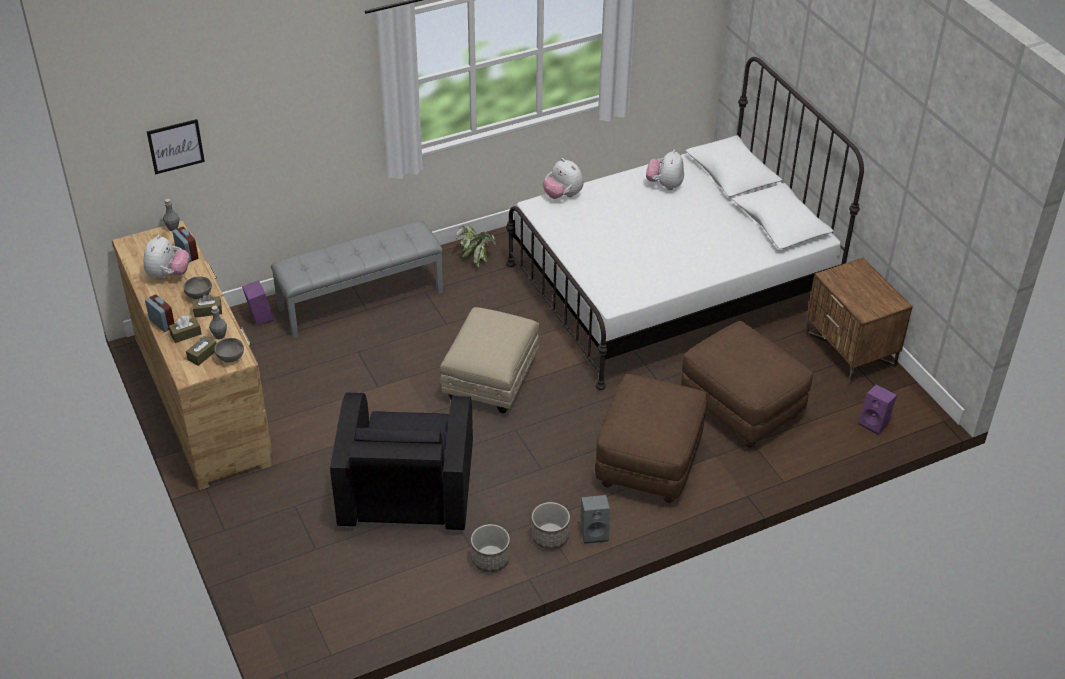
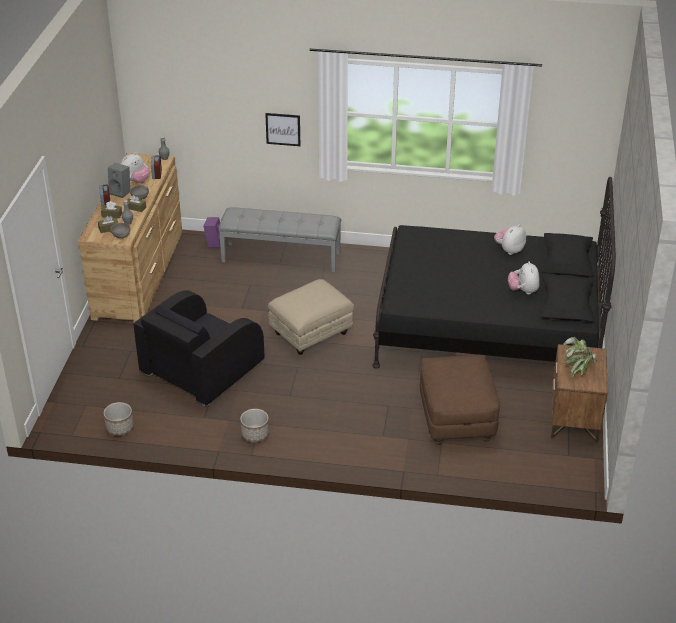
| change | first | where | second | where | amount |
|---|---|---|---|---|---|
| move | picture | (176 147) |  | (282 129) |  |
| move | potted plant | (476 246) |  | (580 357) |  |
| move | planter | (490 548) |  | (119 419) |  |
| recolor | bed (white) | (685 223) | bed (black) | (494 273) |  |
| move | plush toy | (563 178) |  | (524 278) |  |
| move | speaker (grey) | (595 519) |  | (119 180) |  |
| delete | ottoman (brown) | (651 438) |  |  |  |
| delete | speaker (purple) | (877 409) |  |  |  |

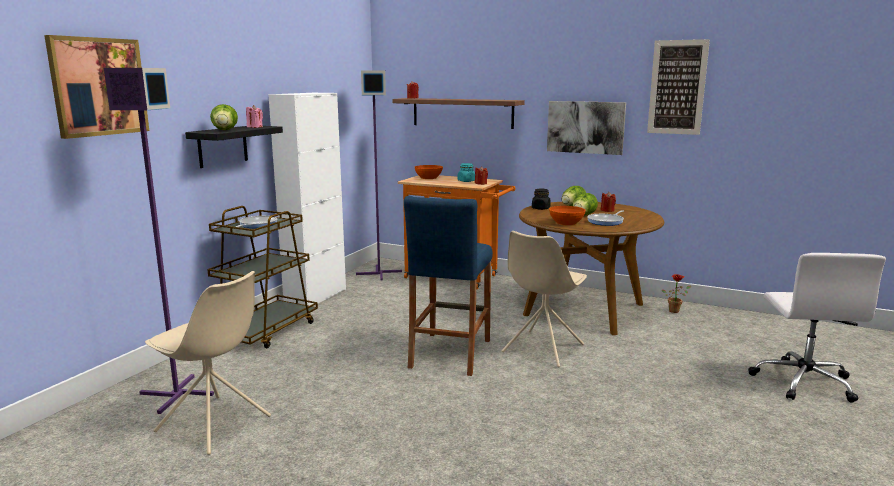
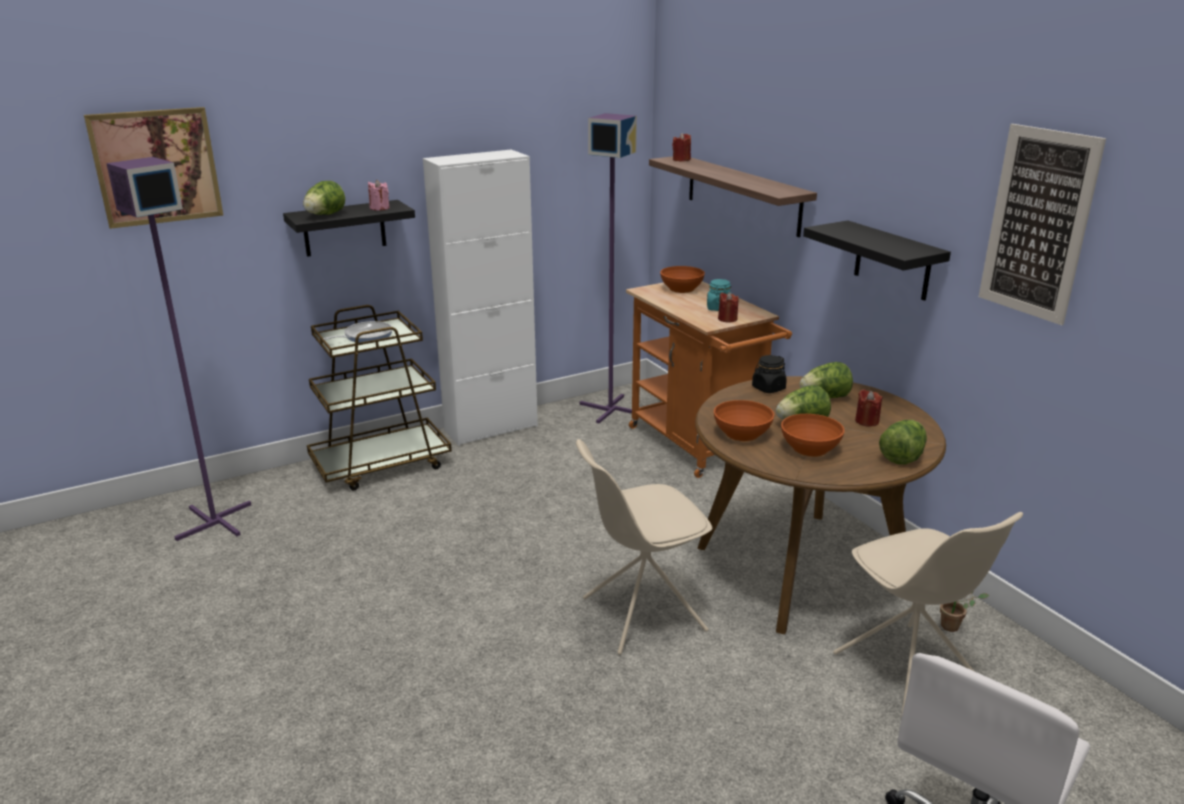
| change | first | where | second | where | amount |
|---|---|---|---|---|---|
| move | chair (beige) | (208 363) |  | (928 614) |  |
| delete | stool (blue) | (448 286) |  |  |  |
| replace | picture | (586 128) | shelf (black) | (877 260) |  |
| replace | frying pan | (605 218) | bowl (orange) | (812 435) |  |
| insert |  |  | lettuce | (903 442) |  |

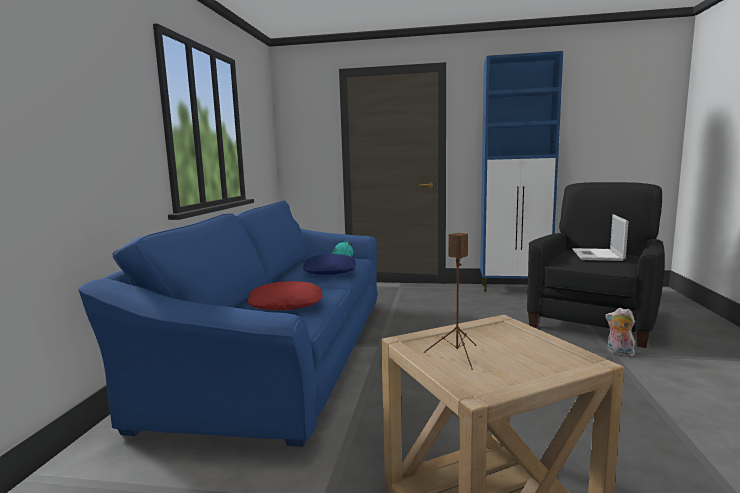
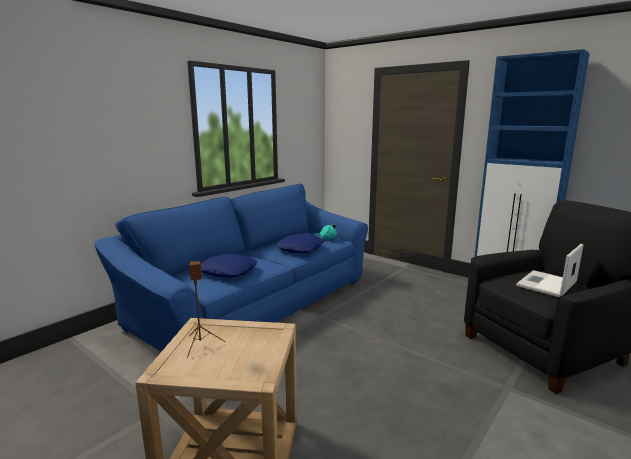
| change | first | where | second | where | amount |
|---|---|---|---|---|---|
| recolor | pillow (red) | (285 295) | pillow (blue) | (229 265) |  |
| delete | plush toy | (620 332) |  |  |  |

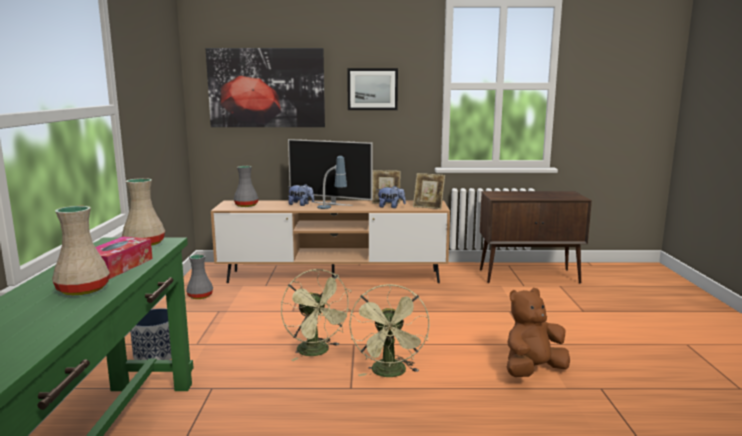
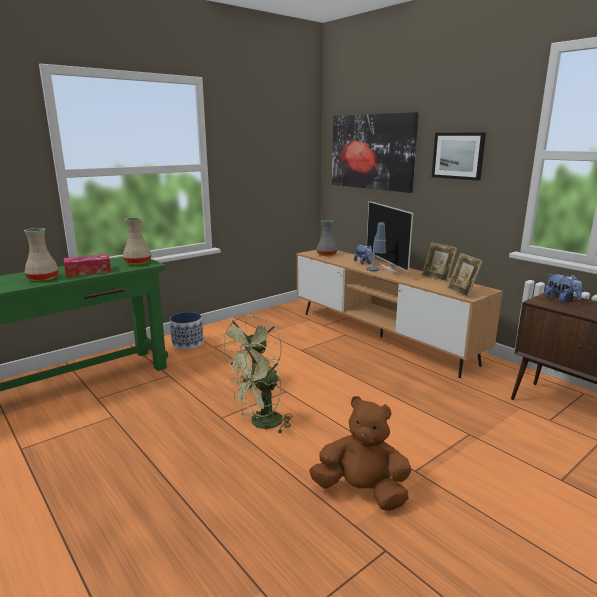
| change | first | where | second | where | amount |
|---|---|---|---|---|---|
| delete | vase (grey) | (199 276) |  |  |  |
| move | plush toy | (391 197) |  | (563 288) |  |

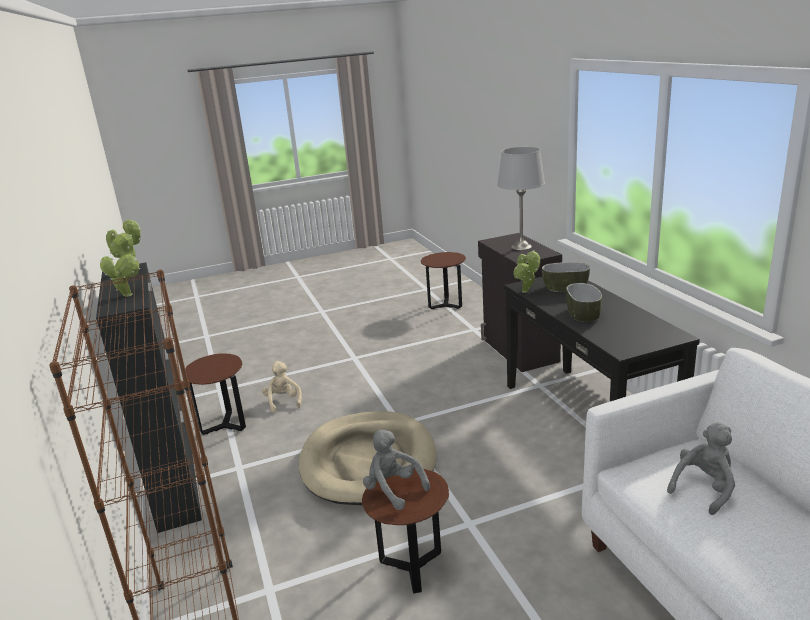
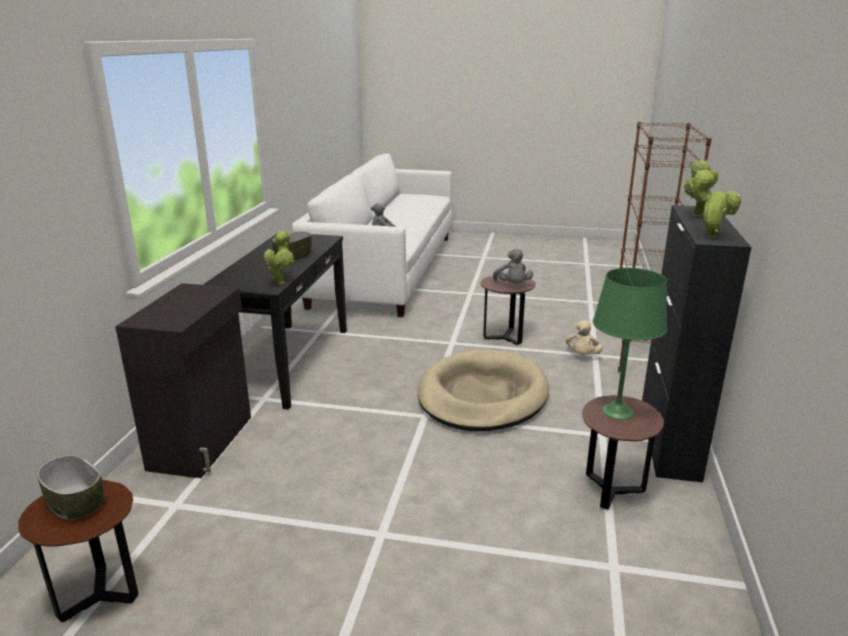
| change | first | where | second | where | amount |
|---|---|---|---|---|---|
| move | plush toy (beige) | (282 387) |  | (584 338) |  |
| delete | table lamp (grey) | (521 198) |  |  |  |
| move | bowl | (566 277) |  | (70 487) |  |
| insert |  |  | table lamp (green) | (630 344) |  |

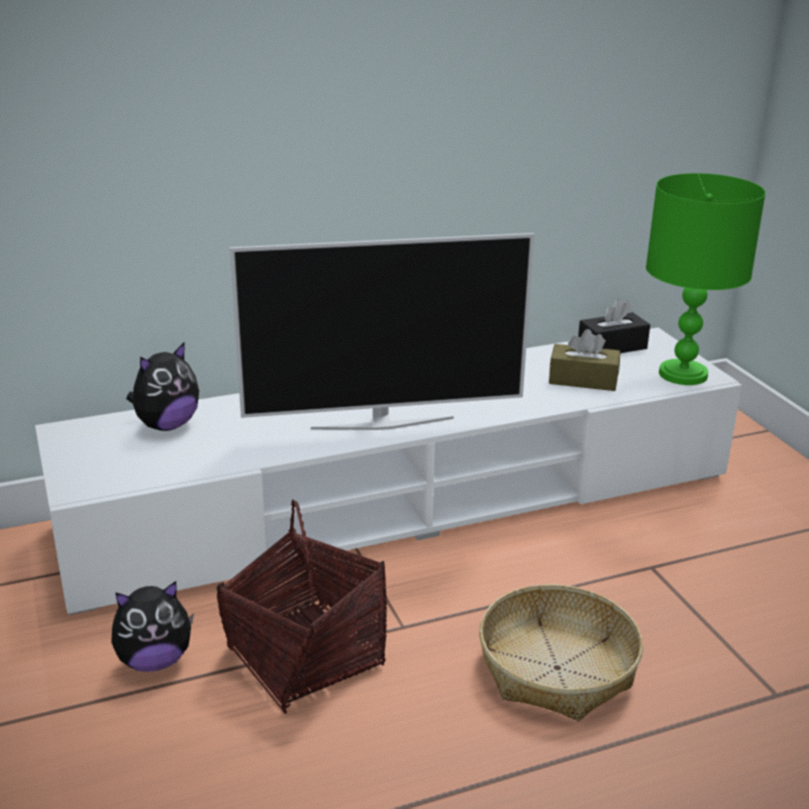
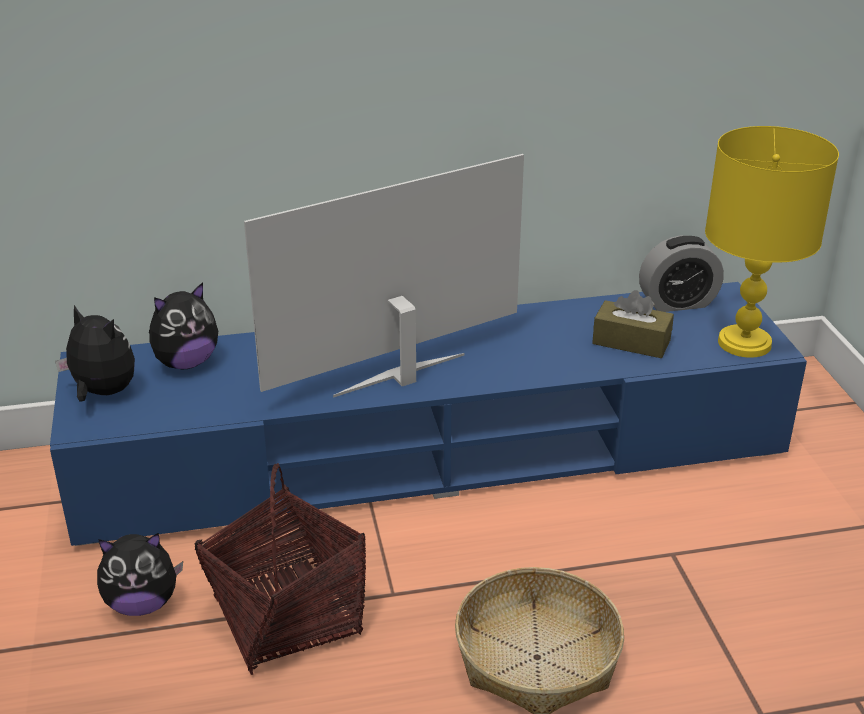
| change | first | where | second | where | amount |
|---|---|---|---|---|---|
| recolor | tv stand (white) | (388 471) | tv stand (blue) | (428 414) |  |
| rotate | television | (382 331) |  | (384 276) | 150 degrees clockwise |
| replace | tissue box (black) | (614 325) | alarm clock | (681 273) |  |
| recolor | table lamp (green) | (706 279) | table lamp (yellow) | (772 242) |  |
| insert |  |  | plush toy | (95 353) |  |

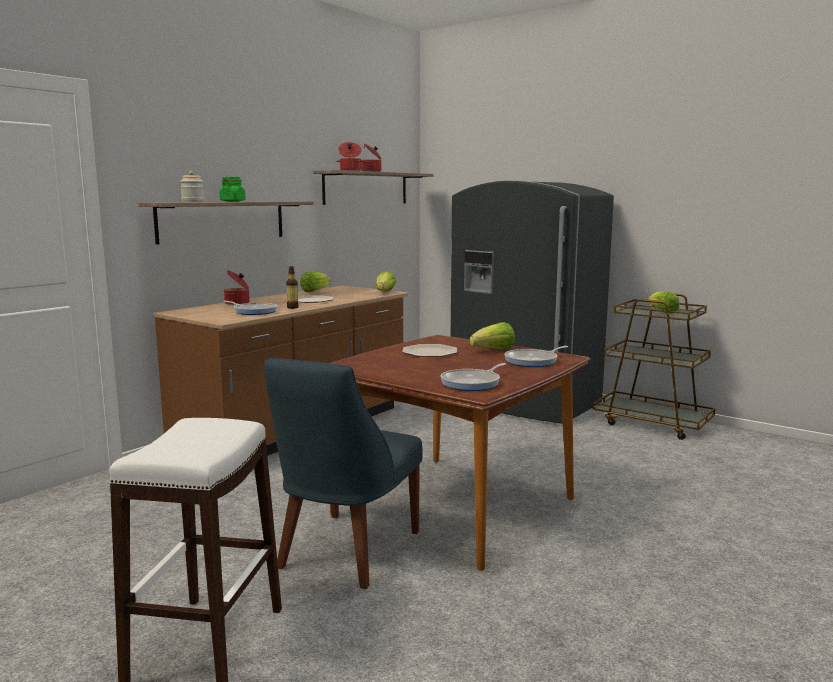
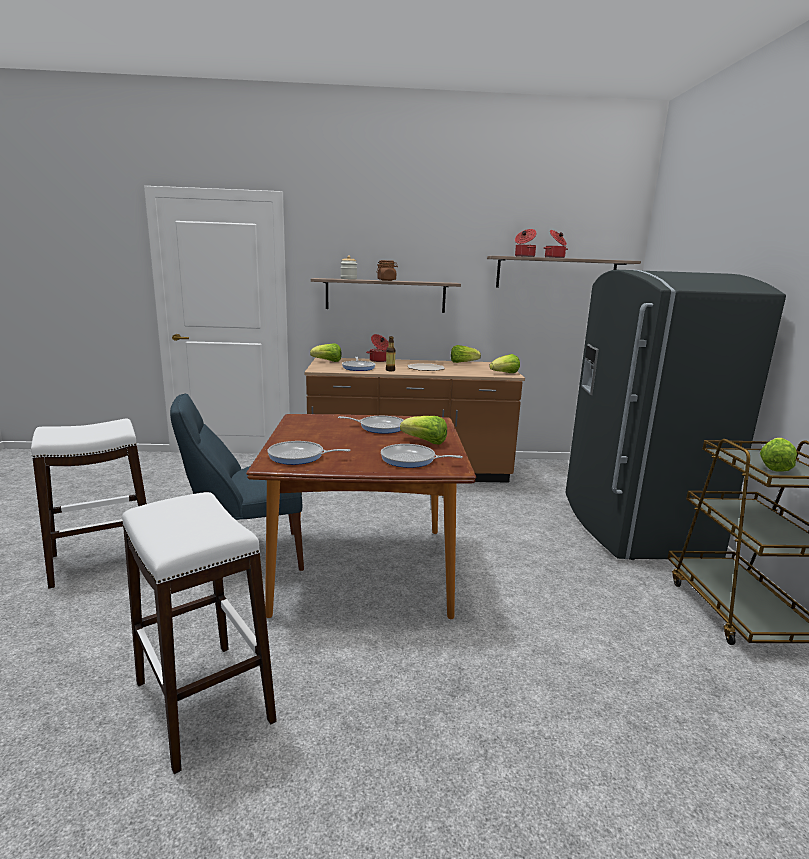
| change | first | where | second | where | amount |
|---|---|---|---|---|---|
| recolor | jar (green) | (232 189) | jar (brown) | (387 270) |  |
| replace | plate | (429 350) | frying pan | (371 425) |  |
| insert |  |  | stool (white) | (199 633) |  |
| insert |  |  | lettuce | (325 353) |  |

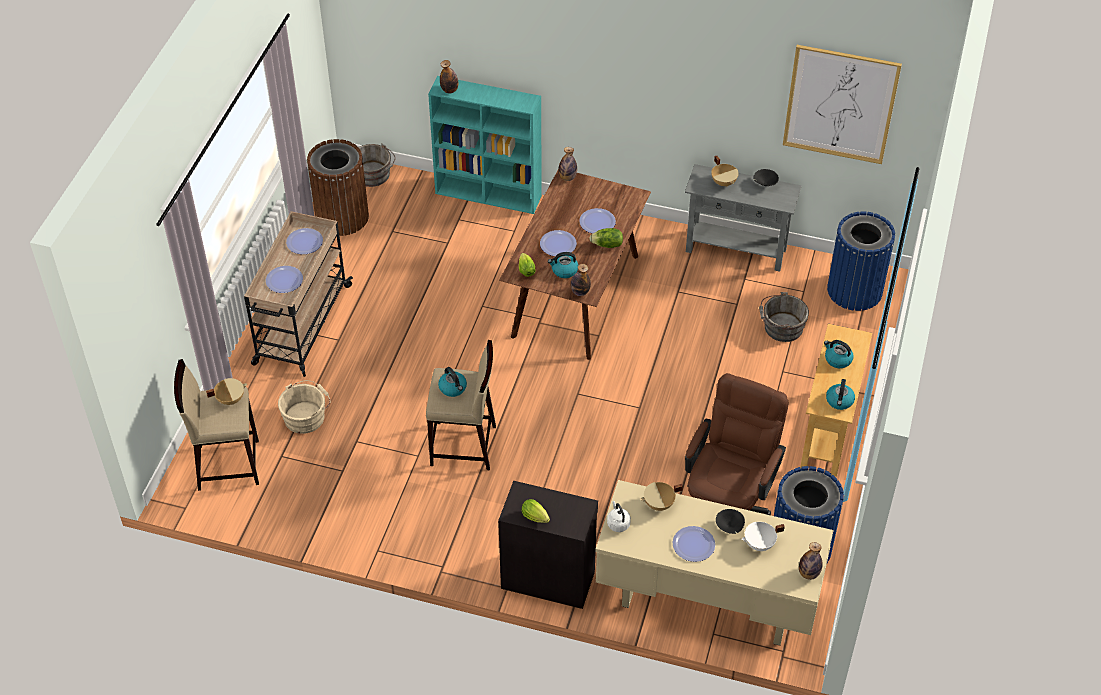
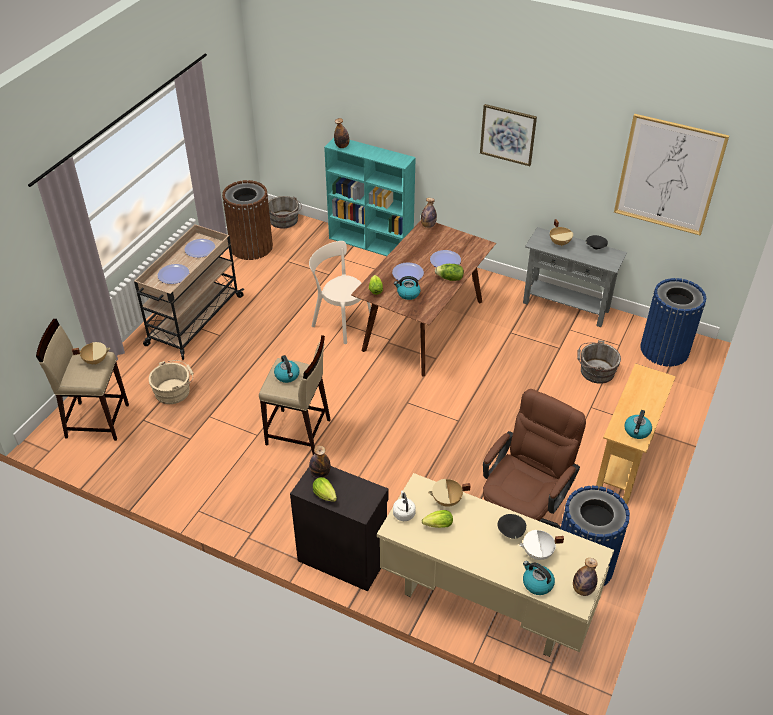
| change | first | where | second | where | amount |
|---|---|---|---|---|---|
| move | bottle | (581 280) |  | (319 461) |  |
| delete | plate | (693 544) |  |  |  |
| move | kettle | (839 354) |  | (539 578) |  |
| insert |  |  | chair (beige) | (340 292) |  |
| insert |  |  | lettuce | (437 519) |  |
| insert |  |  | picture | (508 135) |  |

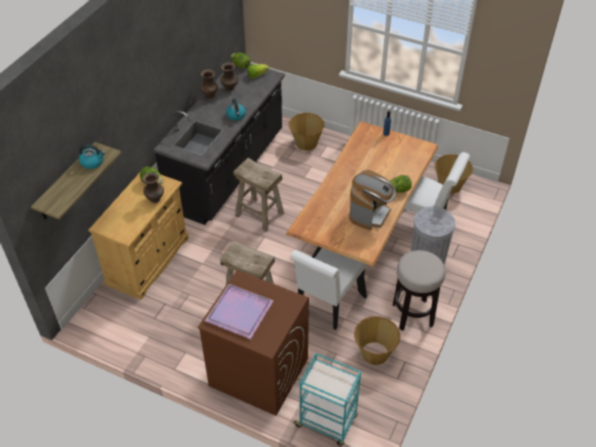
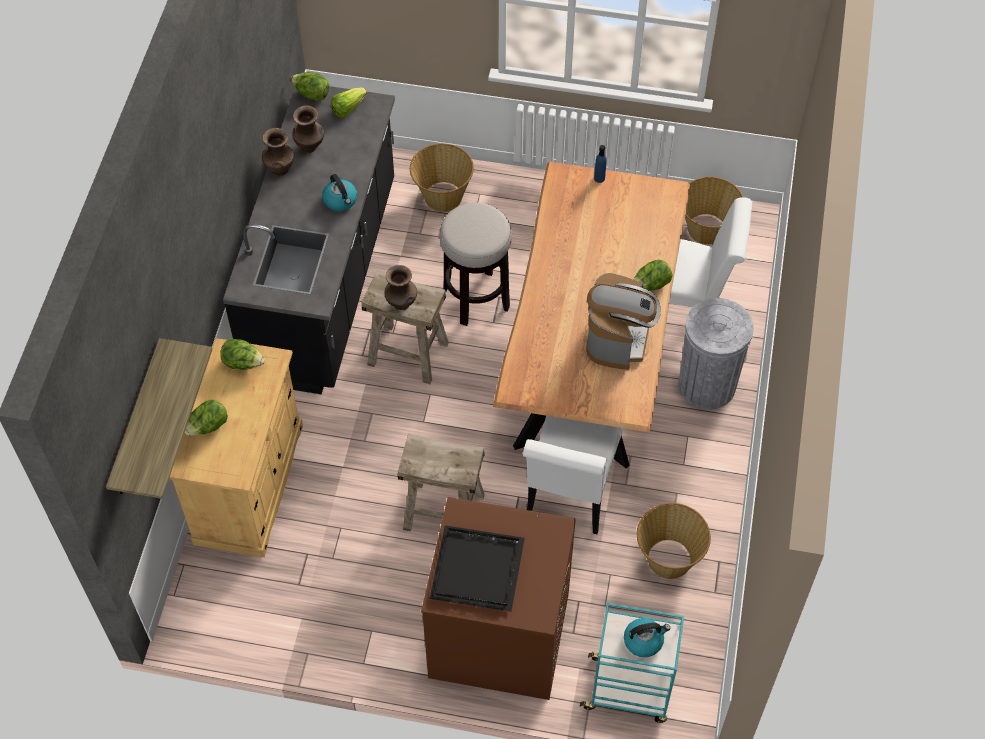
| change | first | where | second | where | amount |
|---|---|---|---|---|---|
| move | kettle | (92 156) |  | (647 637) |  |
| move | vase (brown) | (153 187) |  | (401 287) |  |
| recolor | tray (purple) | (239 311) | tray (black) | (477 568) |  |
| move | stool | (419 290) |  | (475 264) |  |
| insert |  |  | lettuce | (206 417) |  |

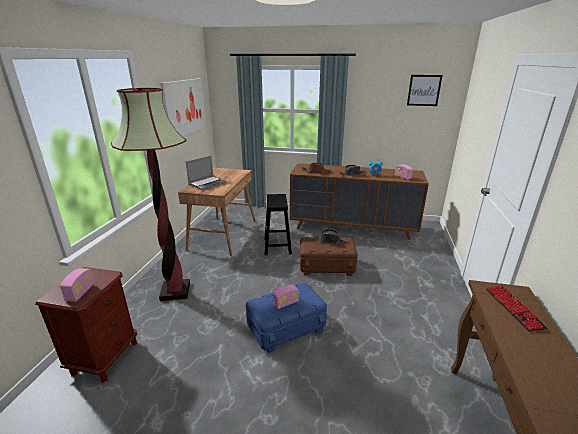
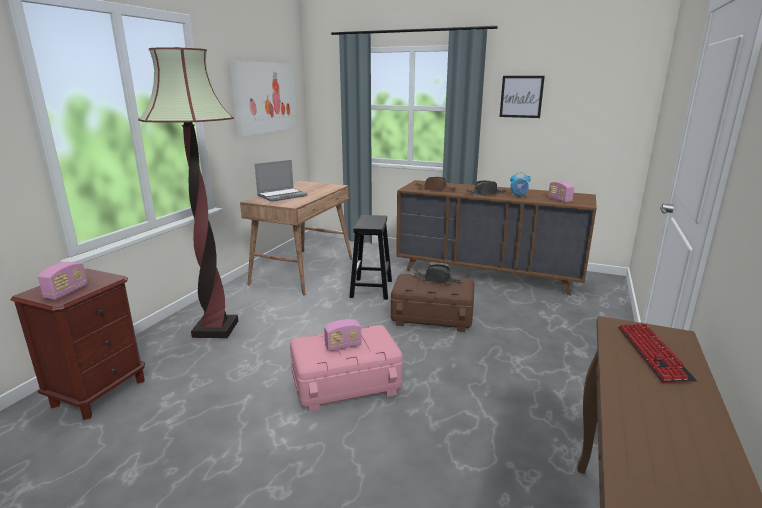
| change | first | where | second | where | amount |
|---|---|---|---|---|---|
| recolor | storage box (blue) | (286 318) | storage box (pink) | (346 369) |  |
| move | picture | (425 90) |  | (522 97) |  |

